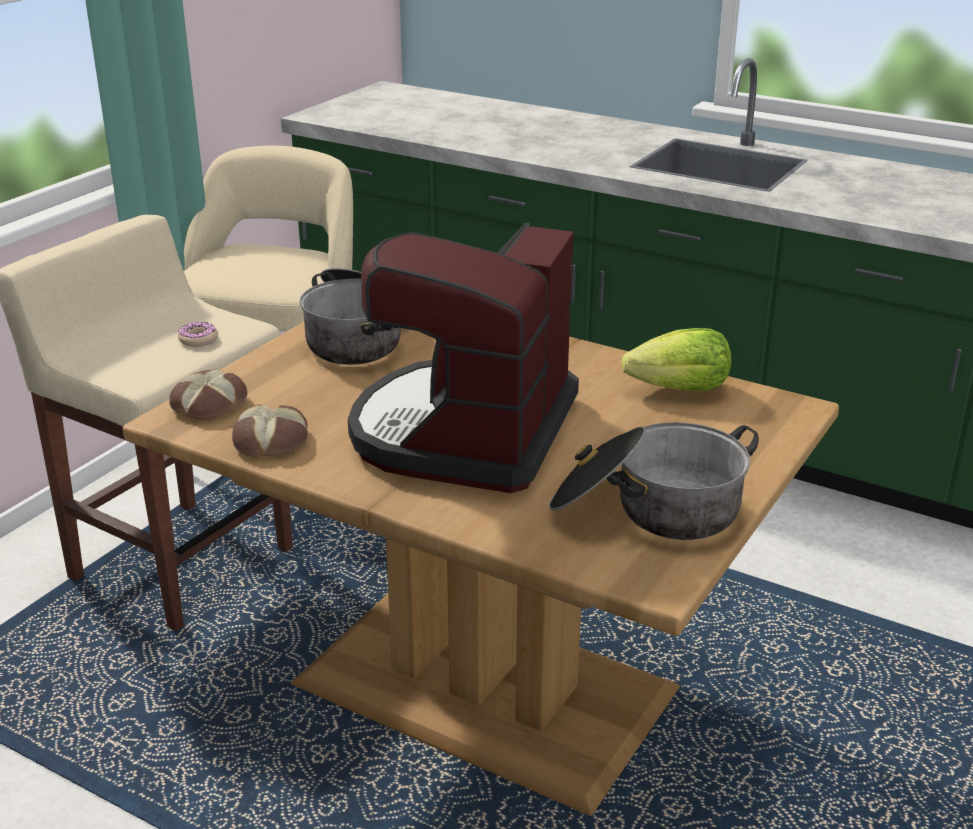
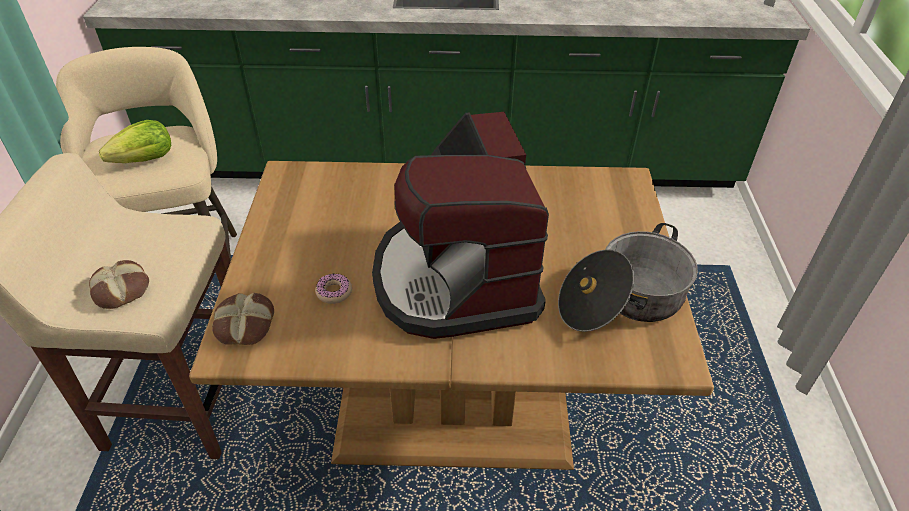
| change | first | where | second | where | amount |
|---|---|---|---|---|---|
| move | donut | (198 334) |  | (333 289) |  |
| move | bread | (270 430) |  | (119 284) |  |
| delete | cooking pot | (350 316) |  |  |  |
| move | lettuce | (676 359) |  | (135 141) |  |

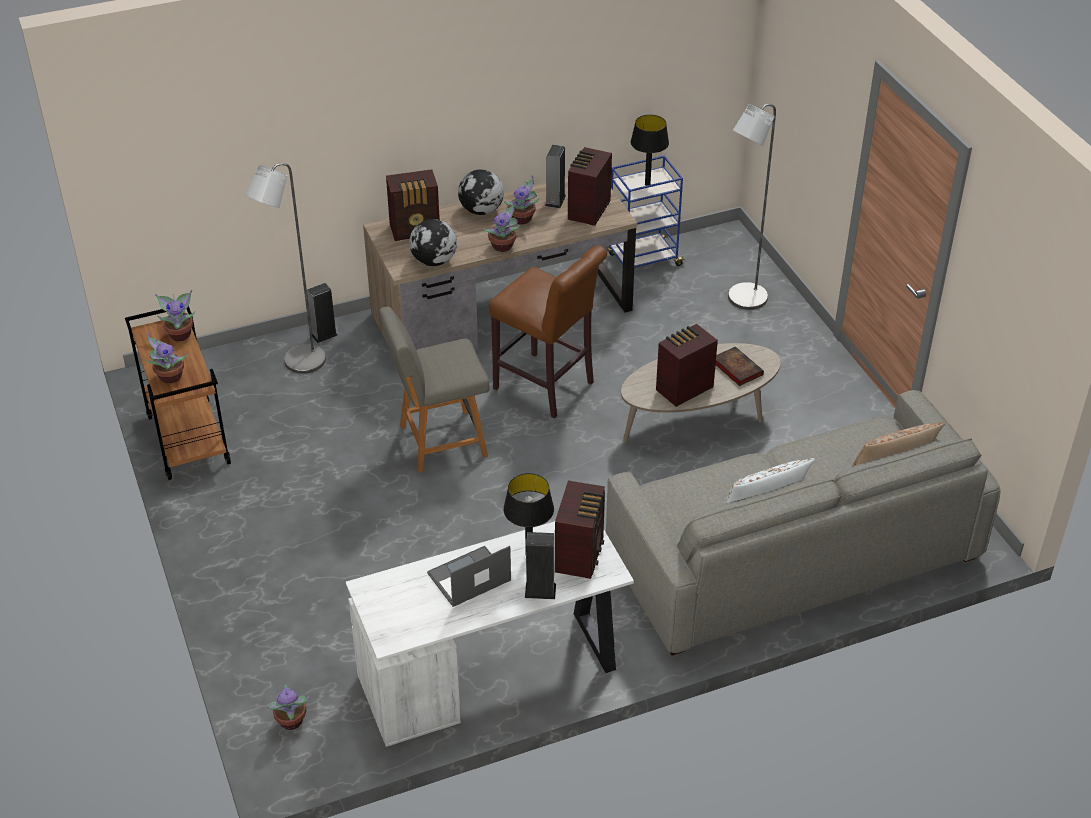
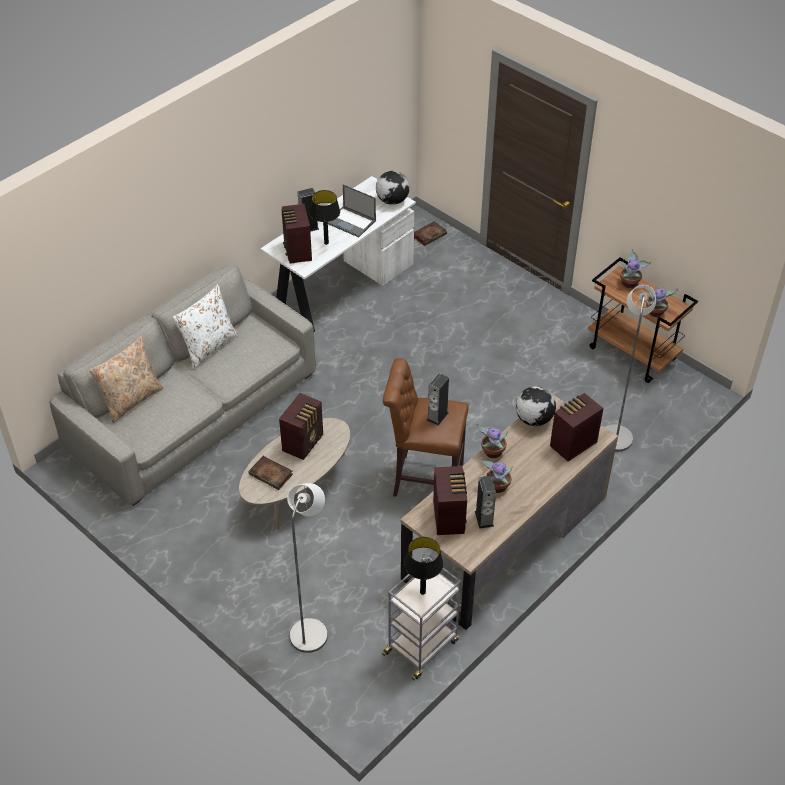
| change | first | where | second | where | amount |
|---|---|---|---|---|---|
| replace | potted plant | (288 707) | book | (430 233) |  |
| move | speaker | (322 313) |  | (438 399) |  |
| delete | chair (grey) | (434 390) |  |  |  |
| rotate | laptop | (469 576) |  | (352 210) | 90 degrees clockwise |
| move | globe | (481 192) |  | (393 188) |  |
| recolor | cart (blue) | (646 211) | cart (grey) | (421 618) |  |

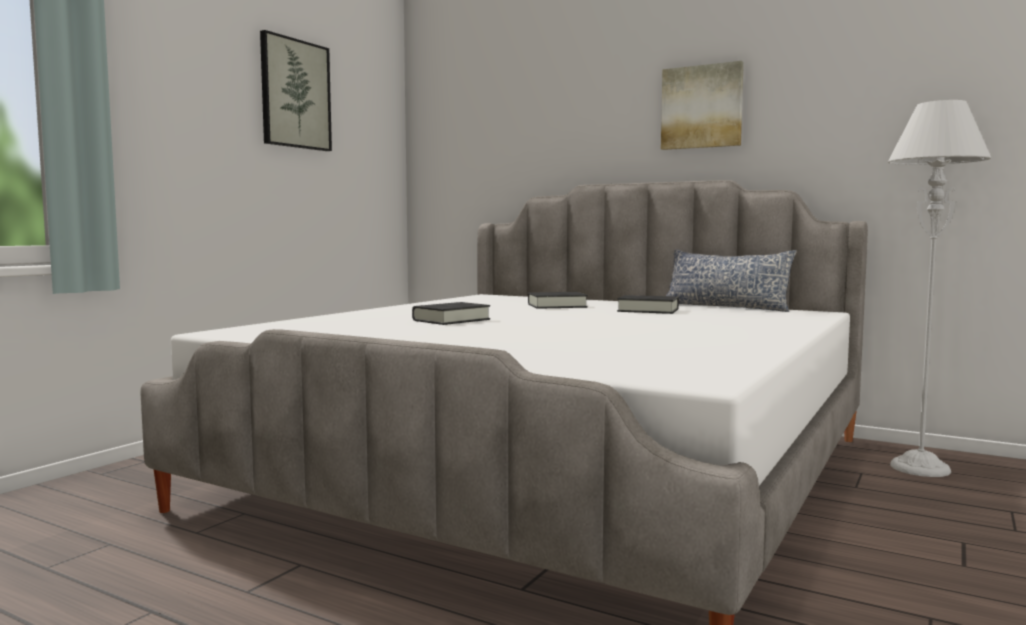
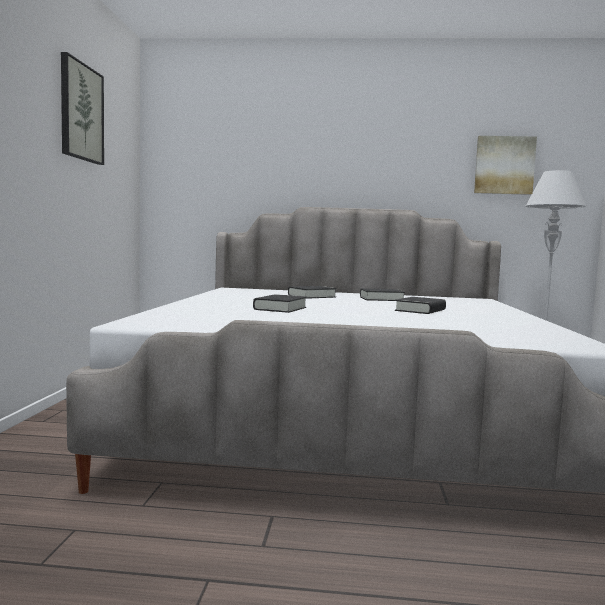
| change | first | where | second | where | amount |
|---|---|---|---|---|---|
| move | picture | (702 105) |  | (505 165) |  |
| delete | pillow | (731 280) |  |  |  |
| insert |  |  | book (black) | (420 305) |  |

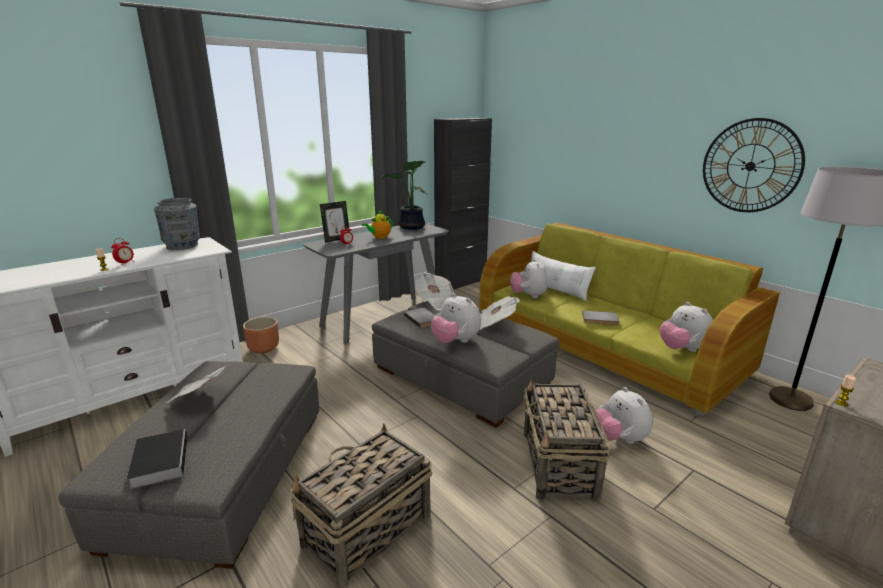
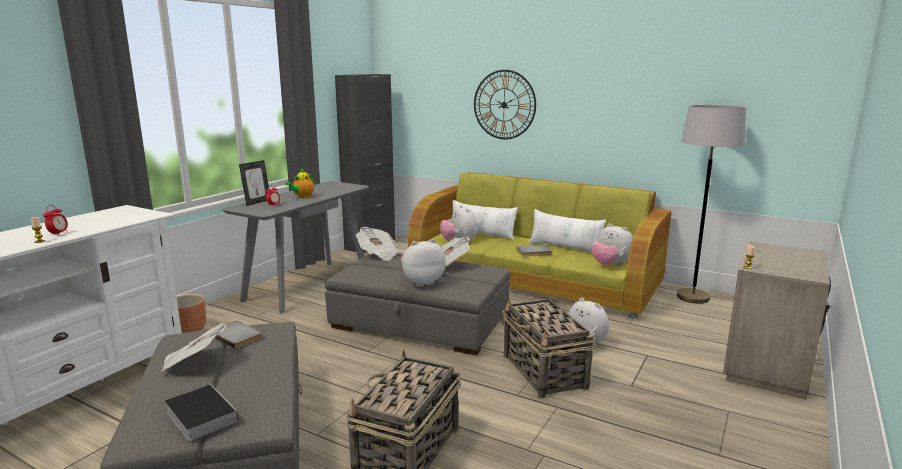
| change | first | where | second | where | amount |
|---|---|---|---|---|---|
| delete | vase (grey) | (177 224) |  |  |  |
| delete | potted plant | (403 195) |  |  |  |
| move | book (grey) | (420 318) |  | (238 335) |  |
| rotate | plush toy | (456 318) |  | (423 263) | 135 degrees clockwise |
| move | wall clock | (754 165) |  | (505 104) |  |
| insert |  |  | pillow (white) | (567 231) |  |

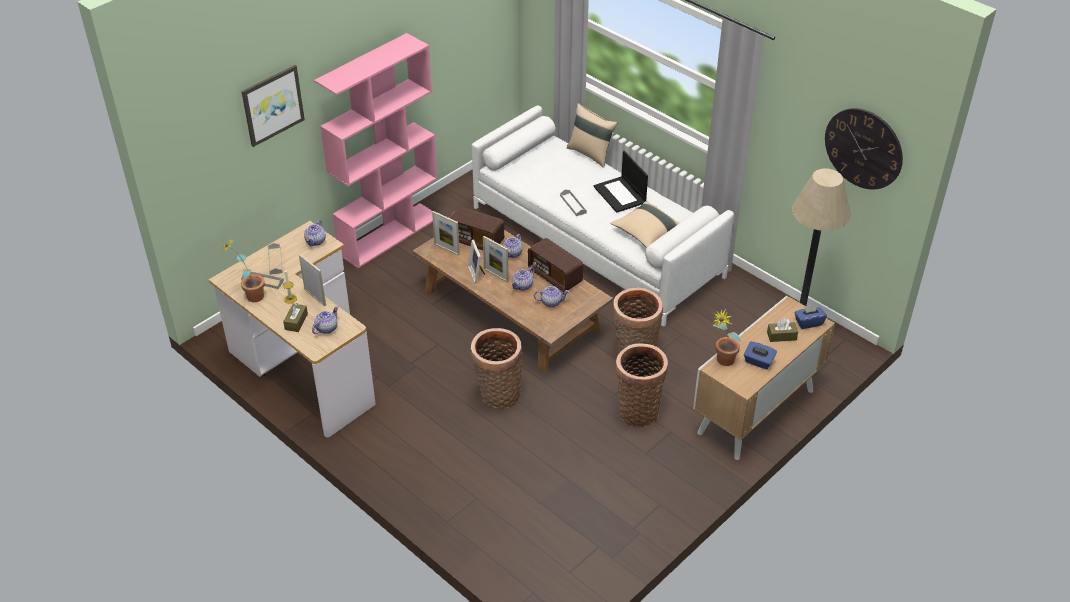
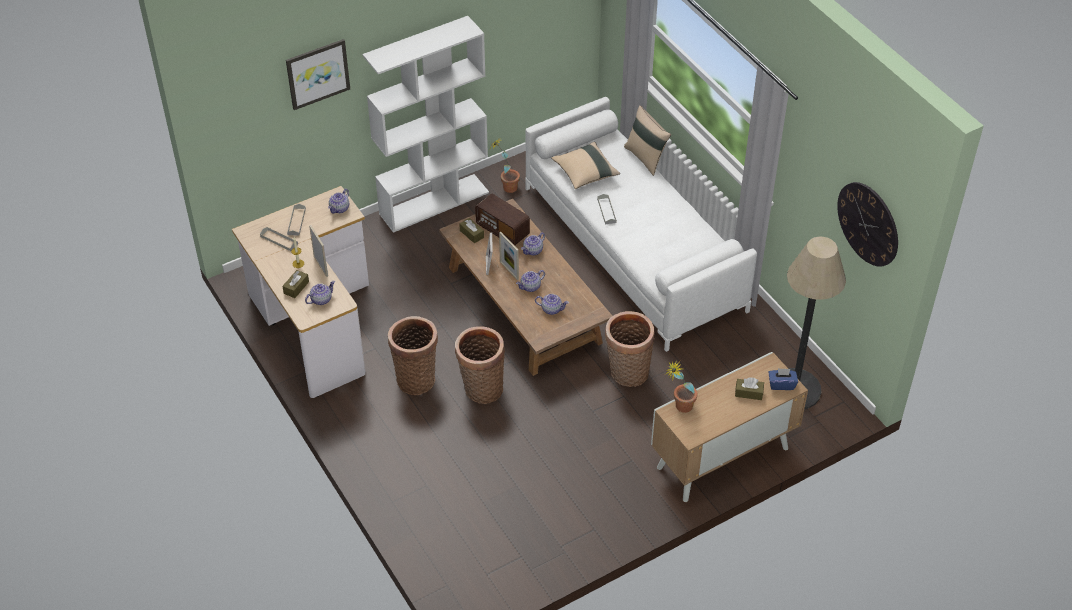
| change | first | where | second | where | amount |
|---|---|---|---|---|---|
| move | potted plant | (243 270) |  | (505 165) |  |
| recolor | bookcase (pink) | (376 150) | bookcase (white) | (426 124) |  |
| replace | picture frame | (446 233) | tissue box (brown) | (471 230) |  |
| delete | radio | (555 265) |  |  |  |
| delete | laptop | (621 182) |  |  |  |
| move | pillow (beige) | (645 224) |  | (585 165) |  |
| move | basket | (642 385) |  | (413 355) |  |
| delete | tissue box (blue) | (760 355) |  |  |  |

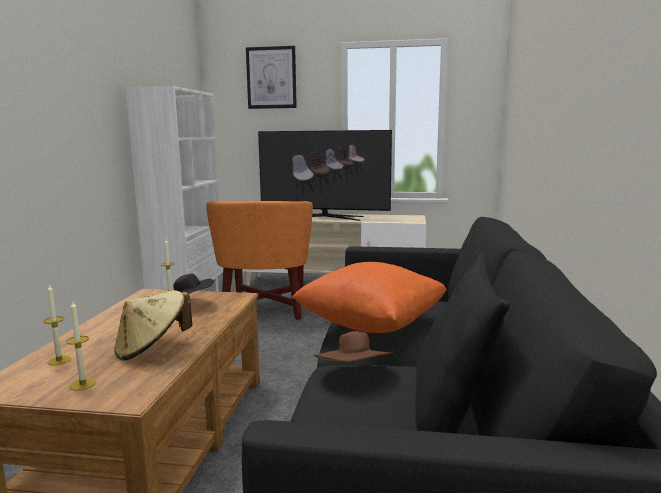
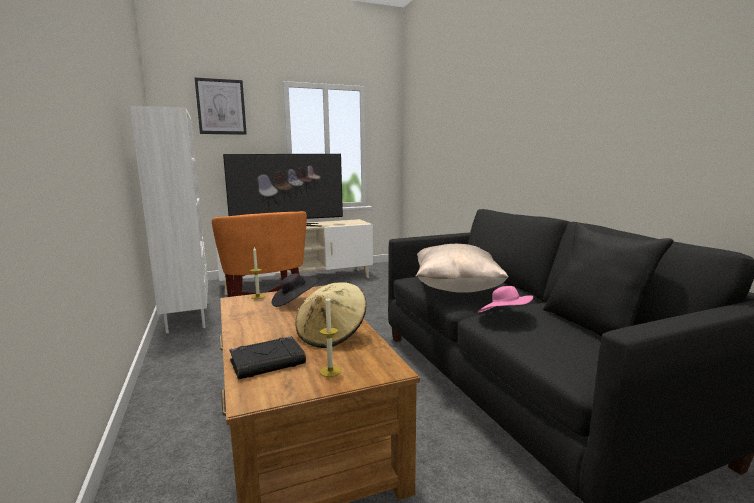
| change | first | where | second | where | amount |
|---|---|---|---|---|---|
| replace | candle | (57 325) | book (black) | (267 358) |  |
| recolor | pillow (orange) | (369 297) | pillow (beige) | (462 268) |  |
| recolor | hat (brown) | (354 346) | hat (pink) | (505 299) |  |

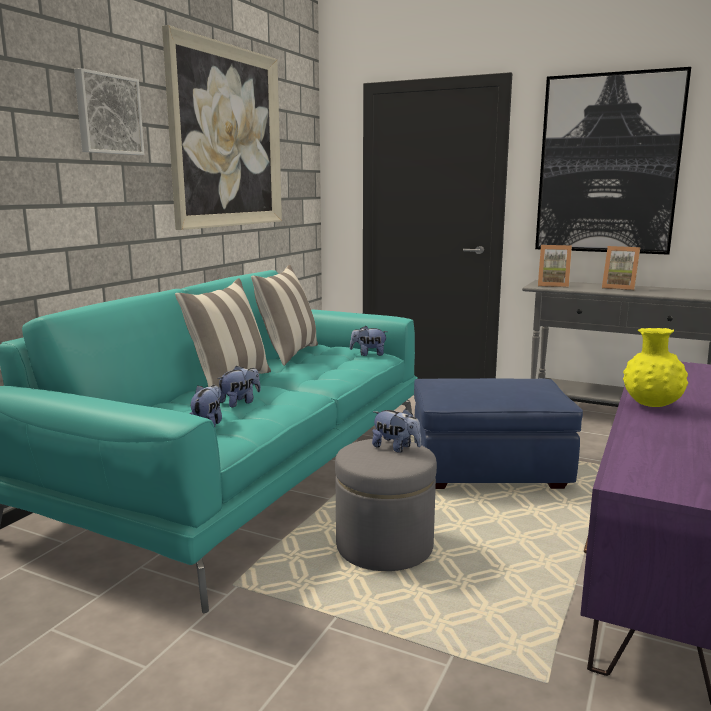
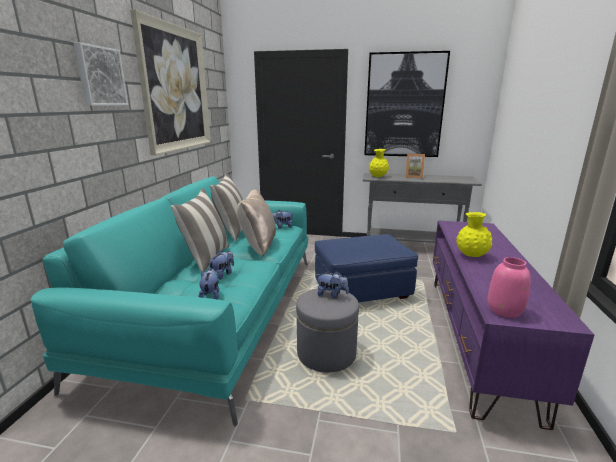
| change | first | where | second | where | amount |
|---|---|---|---|---|---|
| replace | picture frame | (555 266) | vase (yellow) | (379 163) |  |
| insert |  |  | pillow (beige) | (256 223) |  |
| insert |  |  | vase (pink) | (509 287) |  |

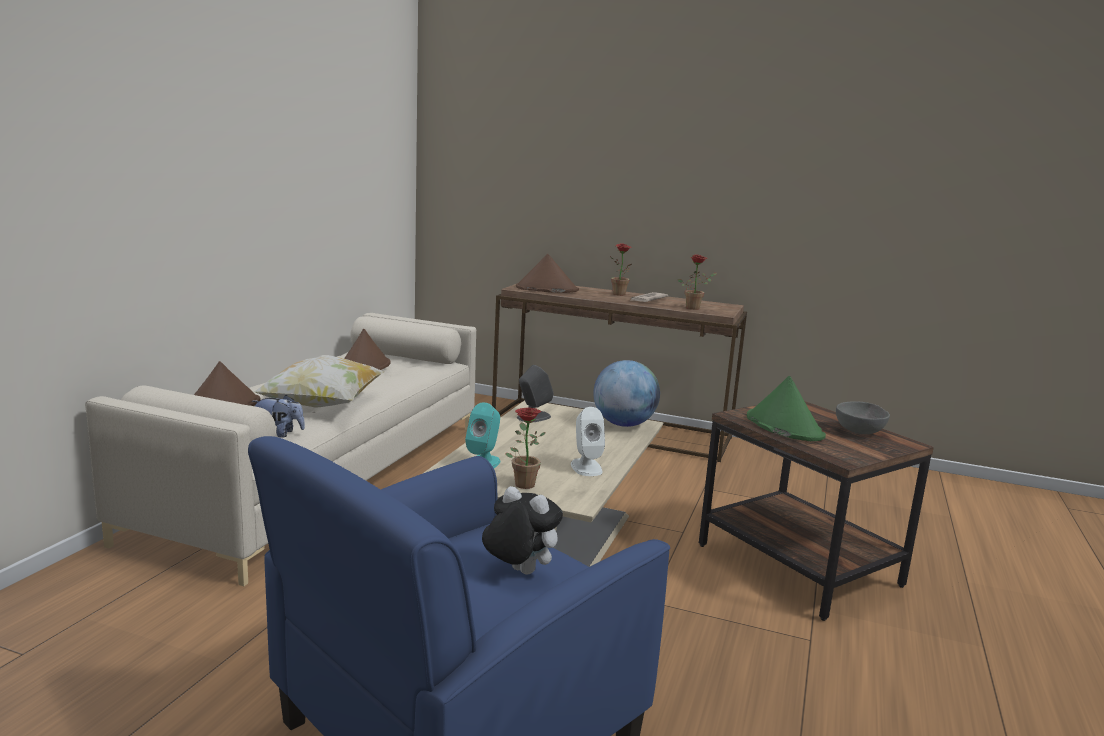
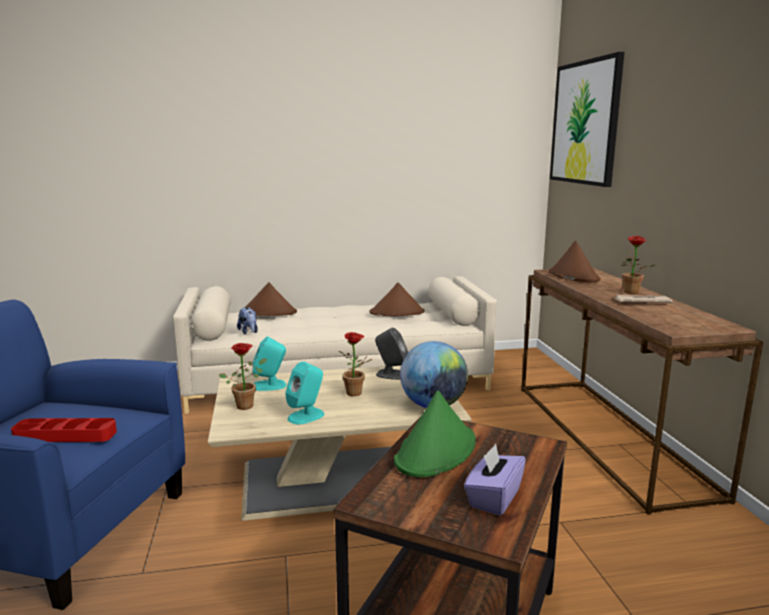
| change | first | where | second | where | amount |
|---|---|---|---|---|---|
| delete | pillow | (319 381) |  |  |  |
| replace | plush toy | (522 530) | tray (red) | (64 430) |  |
| recolor | speaker (white) | (588 441) | speaker (turquoise) | (305 393) |  |
| move | potted plant | (697 282) |  | (355 364) |  |
| replace | bowl (grey) | (863 417) | tissue box (purple) | (495 480) |  |
| insert |  |  | picture | (587 119) |  |

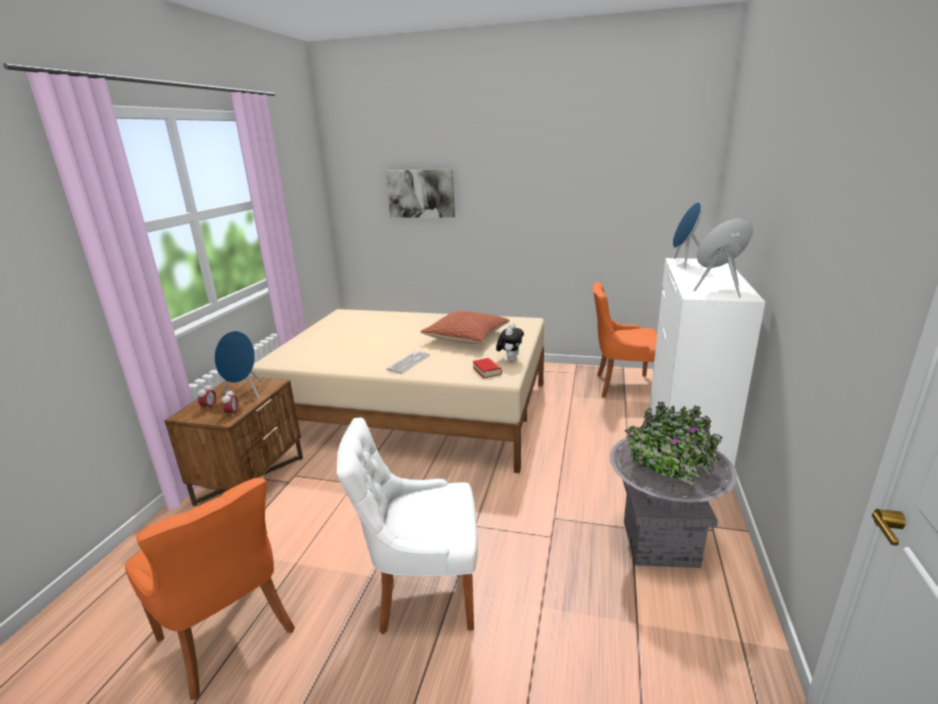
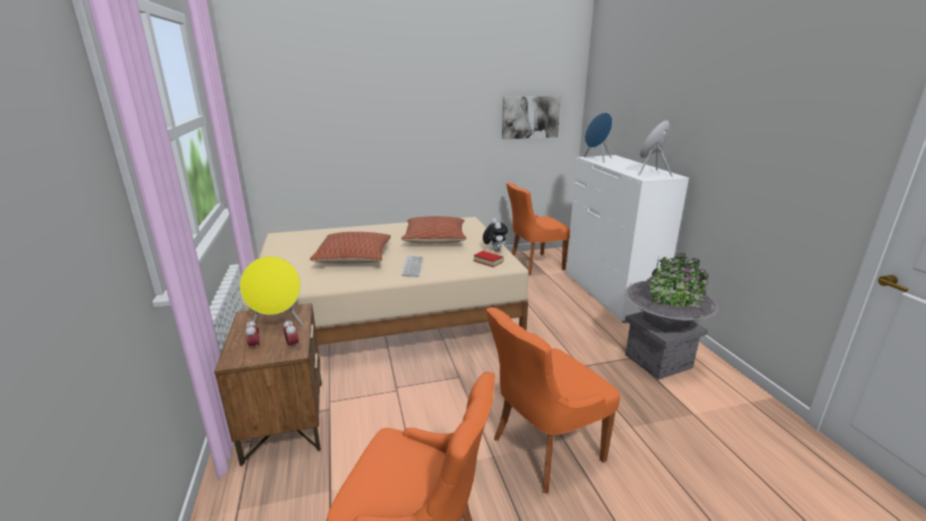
| change | first | where | second | where | amount |
|---|---|---|---|---|---|
| recolor | speaker (blue) | (239 365) | speaker (yellow) | (272 291) |  |
| recolor | chair (white) | (407 526) | chair (orange) | (553 400) |  |
| move | picture | (420 193) |  | (531 117) |  |
| insert |  |  | pillow | (350 248) |  |

